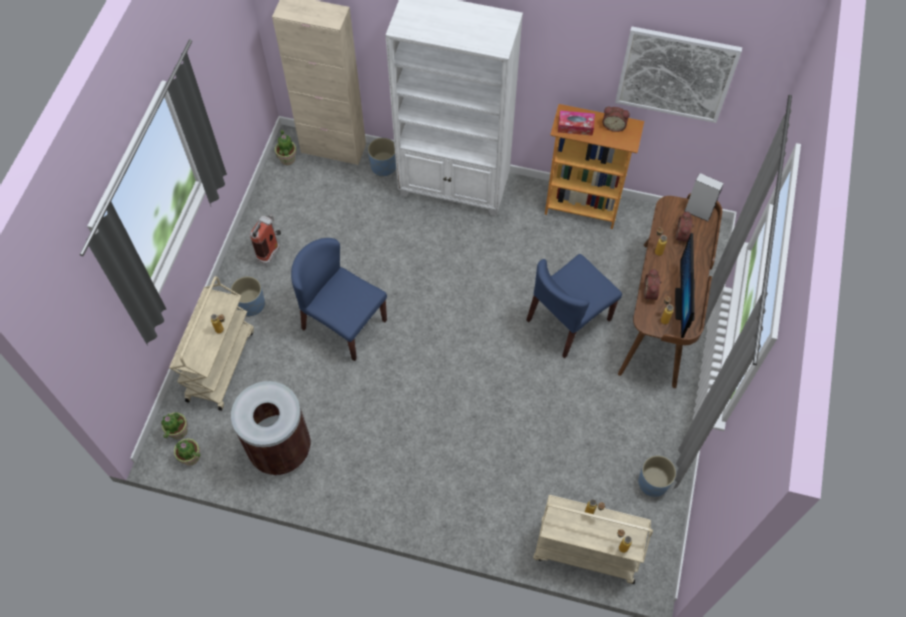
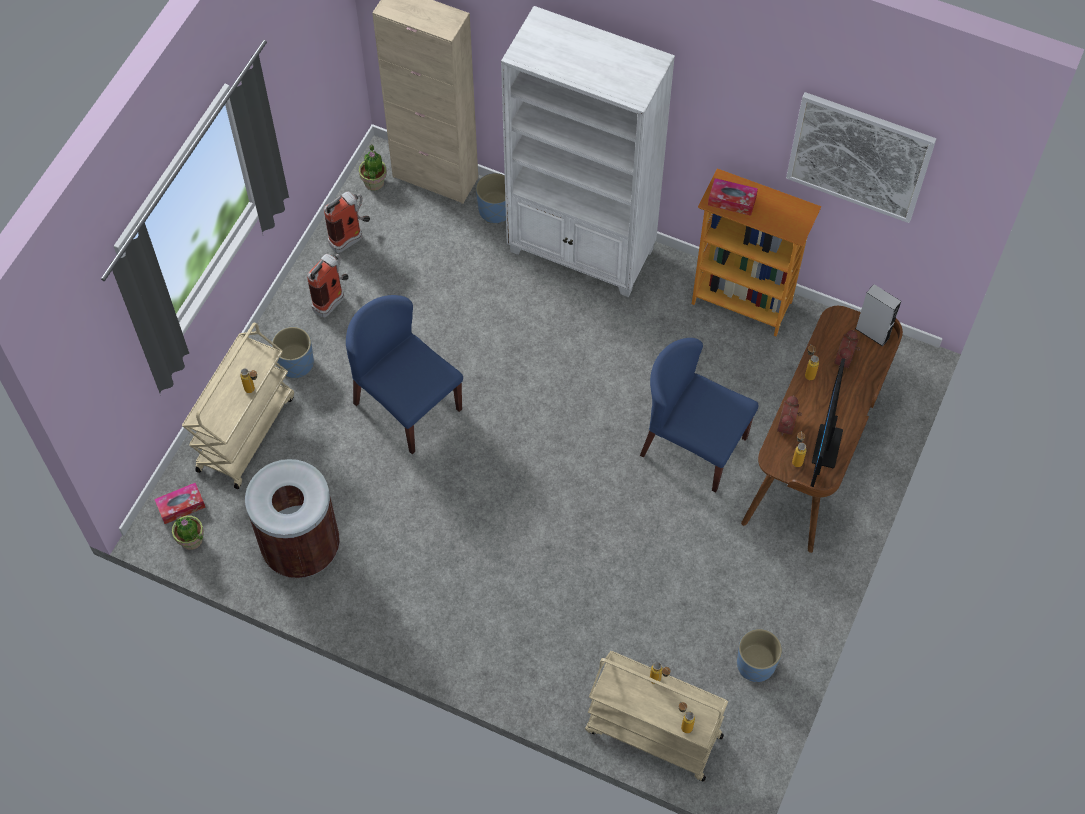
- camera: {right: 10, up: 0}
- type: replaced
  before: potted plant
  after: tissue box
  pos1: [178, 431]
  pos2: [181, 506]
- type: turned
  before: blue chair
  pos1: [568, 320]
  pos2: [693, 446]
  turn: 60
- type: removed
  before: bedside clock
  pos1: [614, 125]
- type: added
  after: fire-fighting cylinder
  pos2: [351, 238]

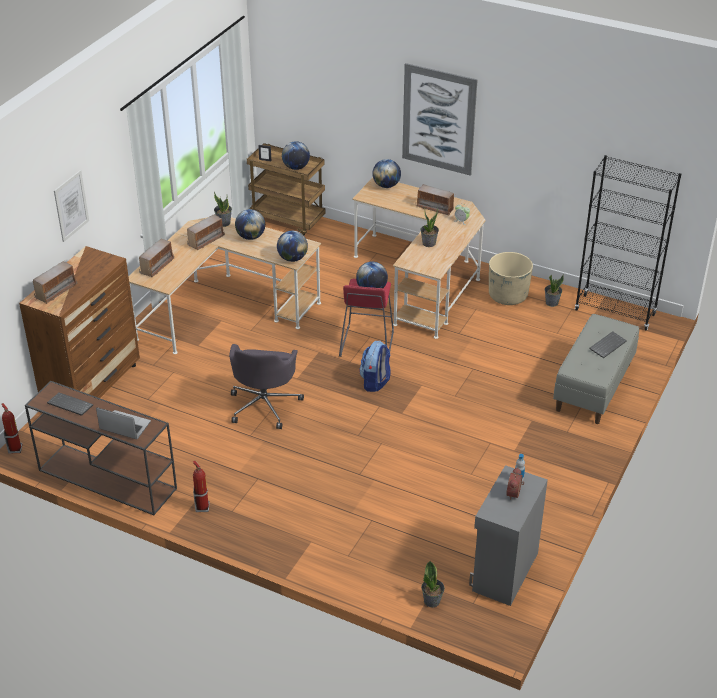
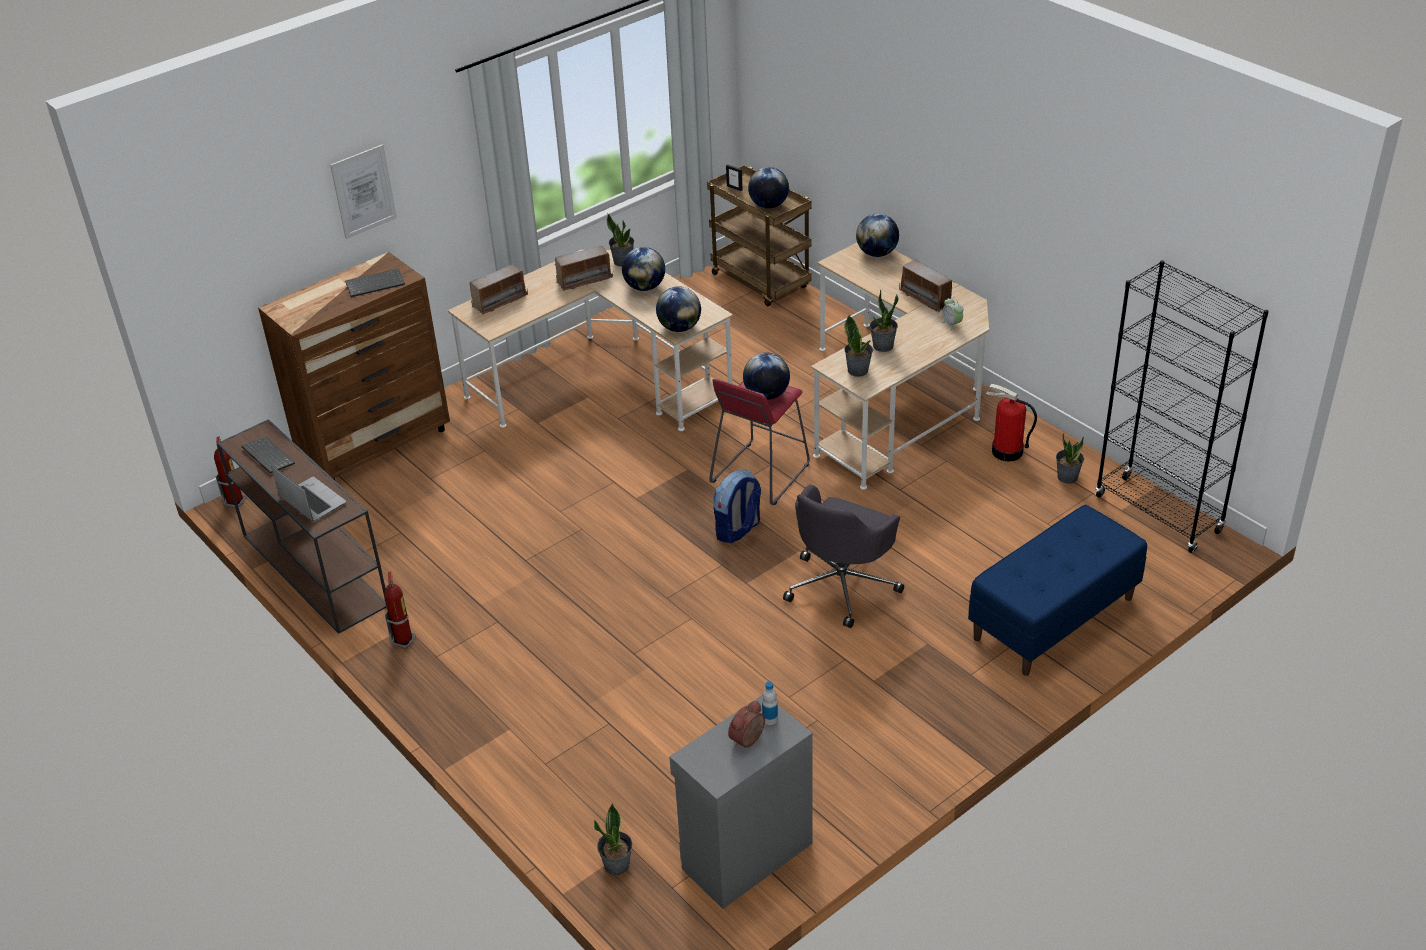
- camera: {right: 25, up: 0}
- type: removed
  before: radio
  pos1: [56, 291]
- type: moved
  before: grey office chair
  pos1: [264, 405]
  pos2: [842, 585]
- type: removed
  before: wall art
  pos1: [438, 119]
- type: replaced
  before: sand-coloured plant pot
  after: fire-fighting cylinder
  pos1: [508, 295]
  pos2: [1006, 452]
- type: recoloured
  before: grey long seat
  after: blue long seat
  pos1: [593, 387]
  pos2: [1053, 619]
- type: moved
  before: PC keyboard
  pos1: [607, 345]
  pos2: [376, 283]
- type: added
  after: potted plant
  pos2: [858, 370]

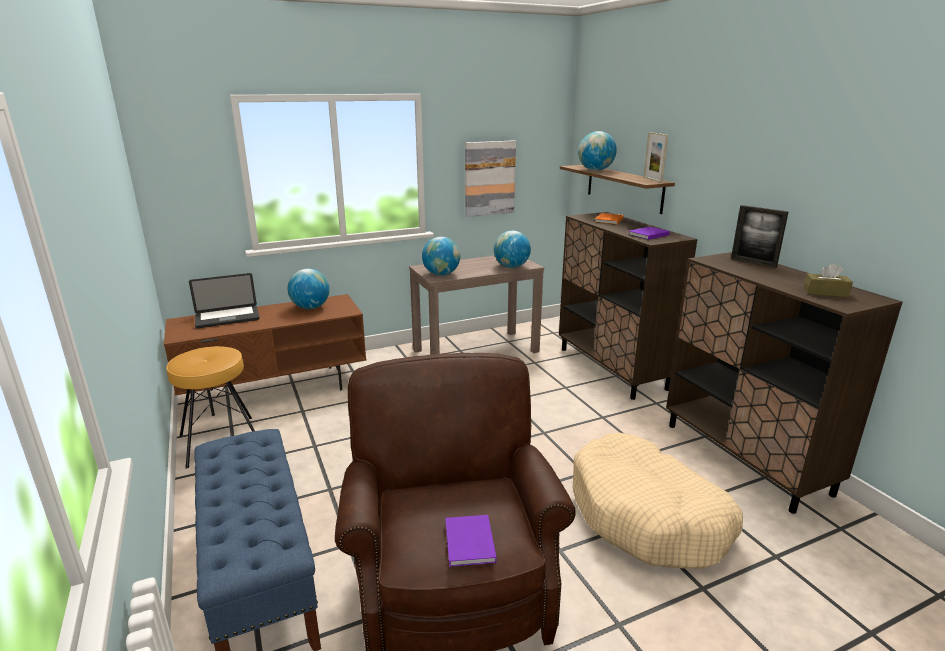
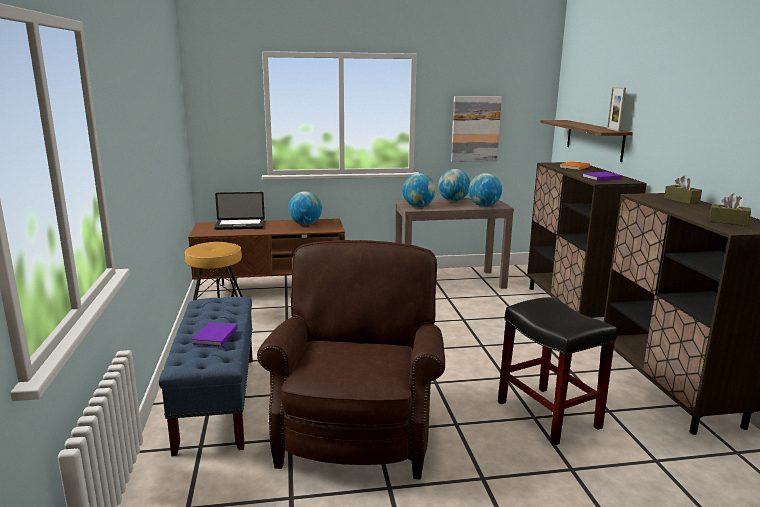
- camera: {right: 15, up: -5}
- type: moved
  before: purple-coloured volume
  pos1: [468, 544]
  pos2: [214, 336]
- type: replaced
  before: sand-coloured dog bed
  after: black stool seat
  pos1: [647, 516]
  pos2: [547, 414]
- type: moved
  before: world globe
  pos1: [595, 170]
  pos2: [453, 201]
- type: replaced
  before: picture frame
  after: brown-coloured tissue box
  pos1: [753, 263]
  pos2: [681, 200]

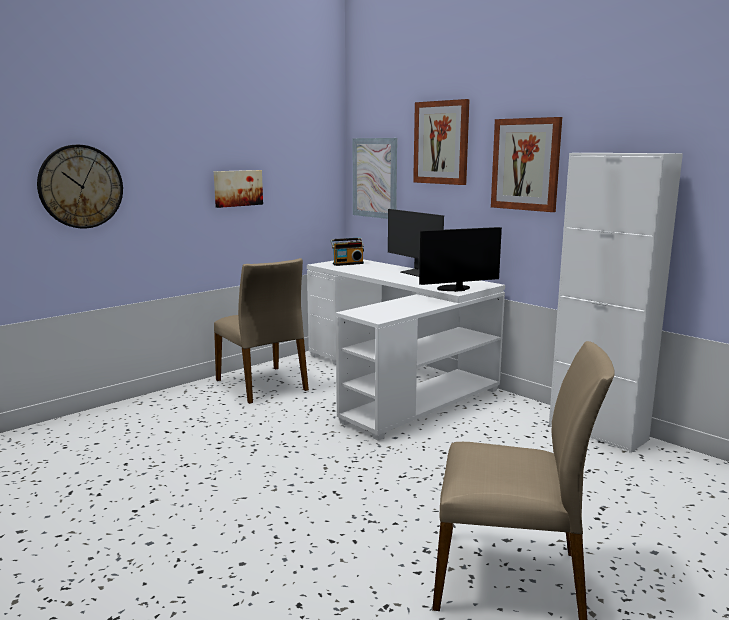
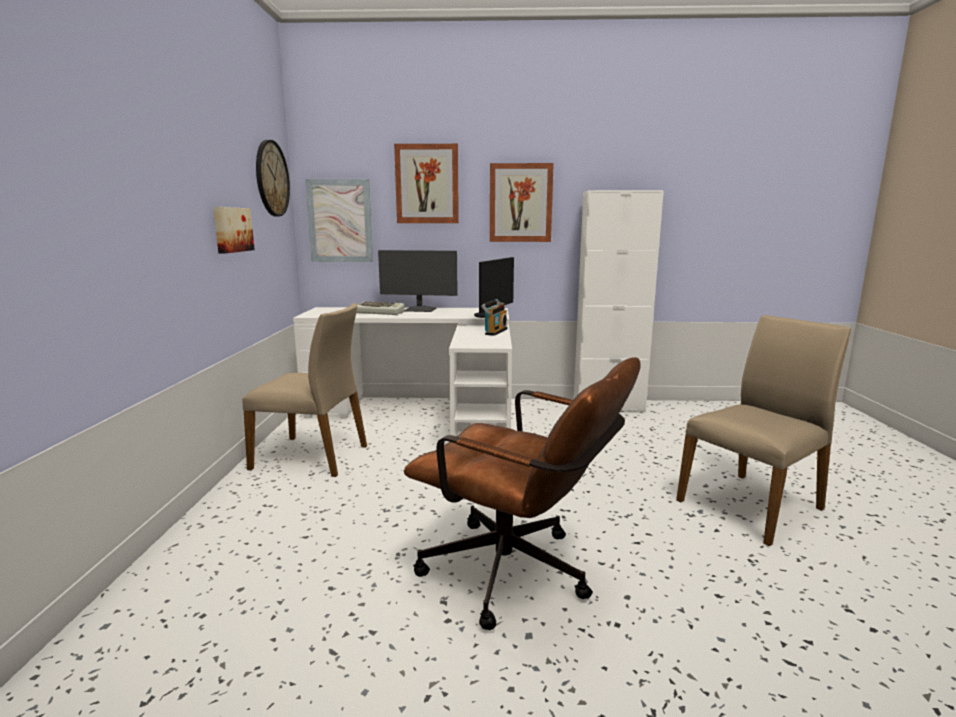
- camera: {right: -45, up: 0}
- type: moved
  before: hanging clock
  pos1: [81, 186]
  pos2: [271, 178]
- type: moved
  before: radio
  pos1: [347, 263]
  pos2: [494, 331]
- type: added
  after: PC keyboard
  pos2: [380, 312]
- type: added
  after: brown-coloured office chair
  pos2: [519, 576]

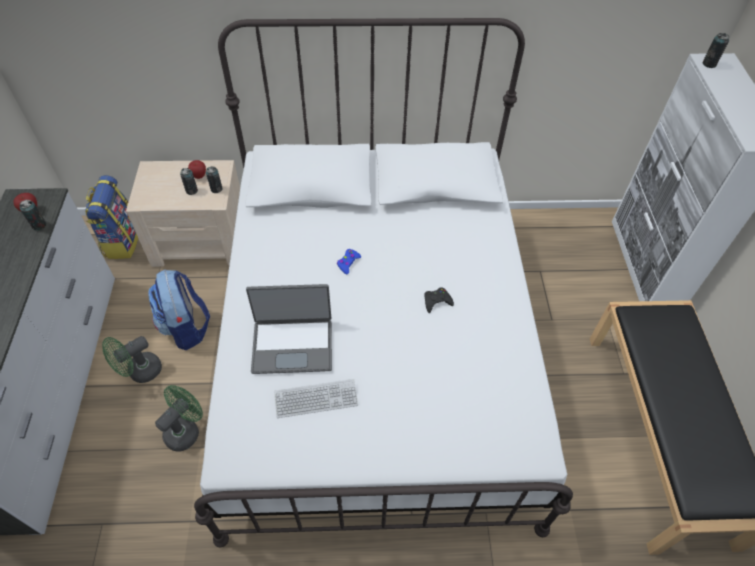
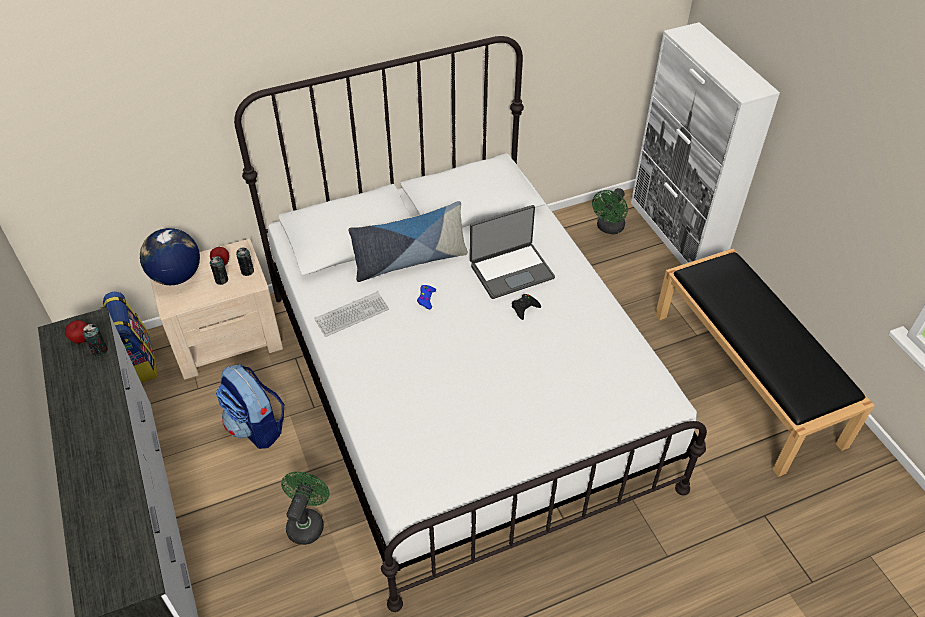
- camera: {right: -20, up: -5}
- type: moved
  before: green cooling fan
  pos1: [140, 372]
  pos2: [608, 228]
- type: moved
  before: portable computer
  pos1: [293, 345]
  pos2: [511, 270]
- type: moved
  before: PC keyboard
  pos1: [316, 399]
  pos2: [352, 315]
- type: removed
  before: can
  pos1: [709, 64]
- type: added
  after: world globe
  pos2: [176, 276]
- type: added
  after: cushion
  pos2: [410, 261]

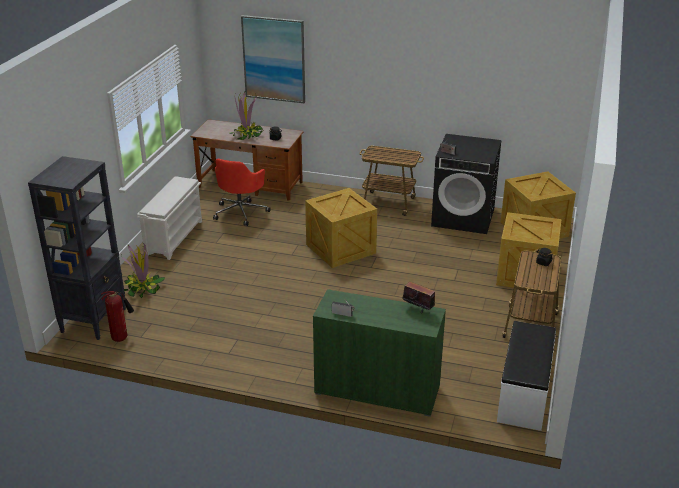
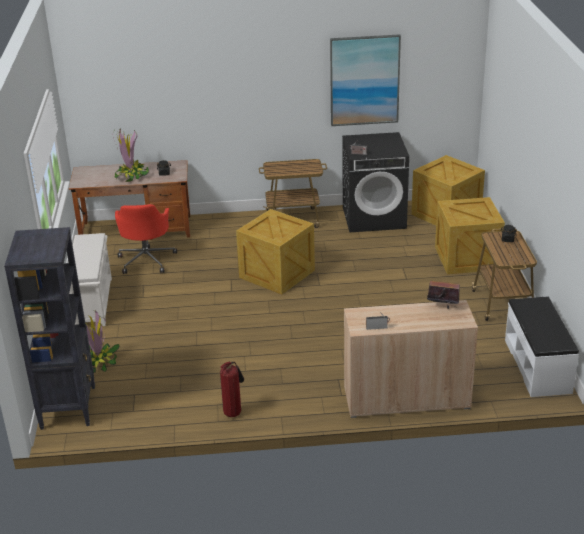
- camera: {right: -20, up: 0}
- type: moved
  before: fire-fighting cylinder
  pos1: [121, 338]
  pos2: [233, 412]
- type: moved
  before: wall art
  pos1: [274, 59]
  pos2: [364, 80]
- type: recoloured
  before: green cupboard
  after: sand-coloured cupboard
  pos1: [377, 390]
  pos2: [406, 398]

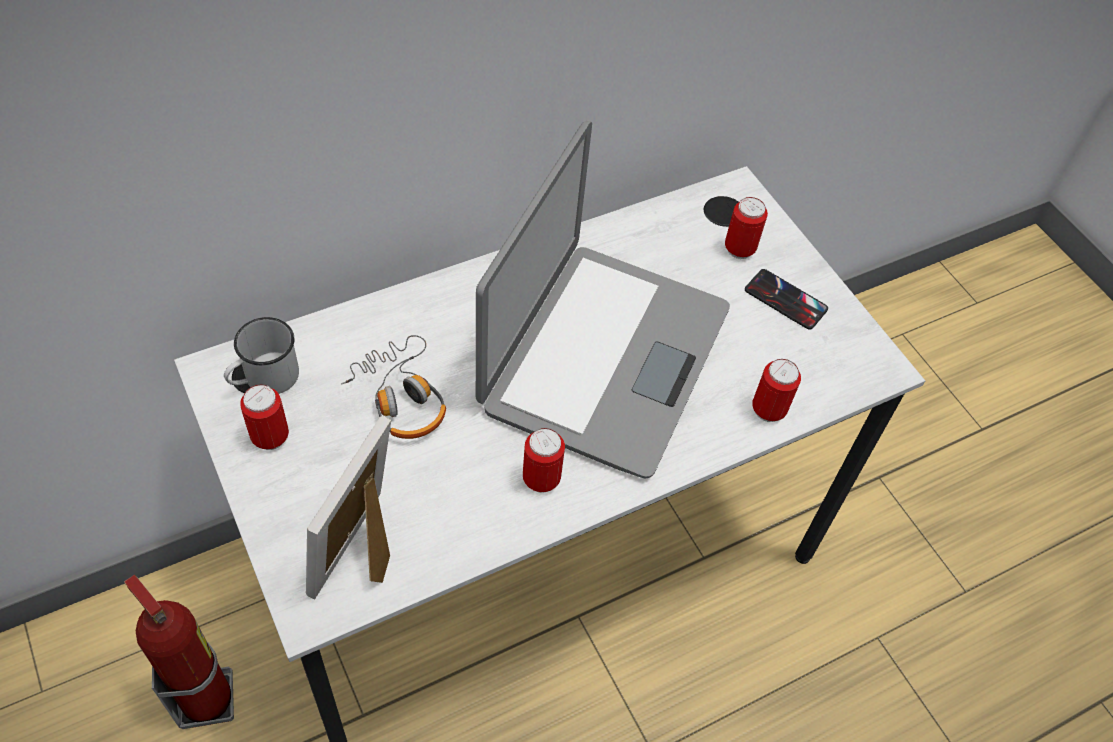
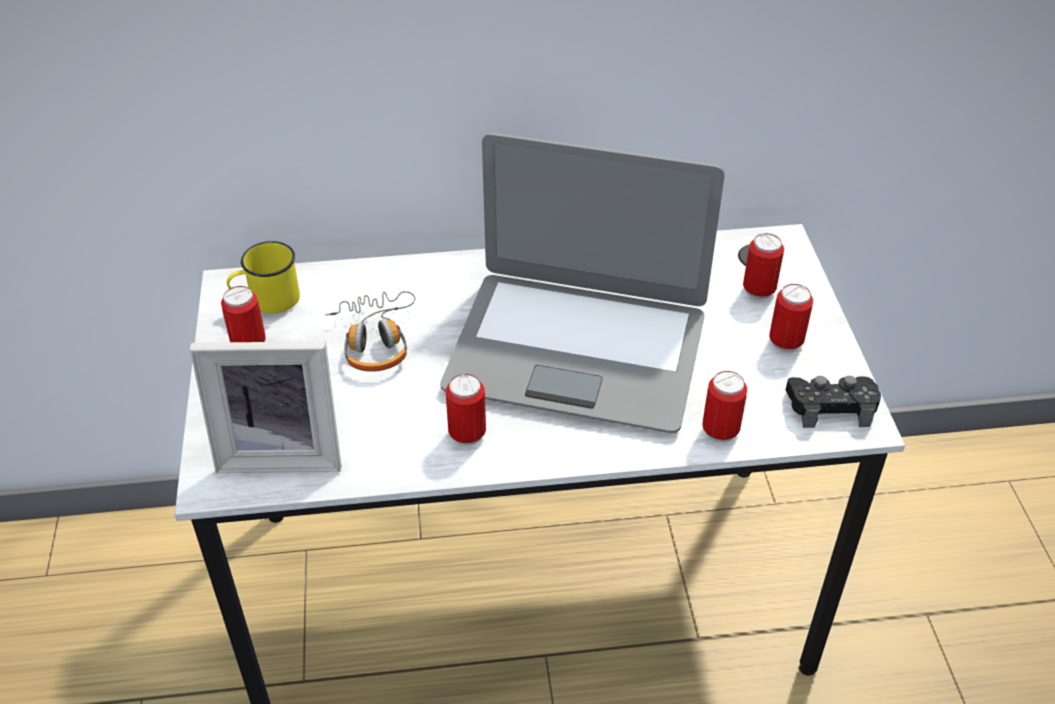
- camera: {right: 25, up: -10}
- type: removed
  before: fire-fighting cylinder
  pos1: [207, 698]
- type: recoloured
  before: white-coloured tea mug
  after: yellow tea mug
  pos1: [264, 379]
  pos2: [267, 300]
- type: turned
  before: picture frame
  pos1: [366, 553]
  pos2: [281, 452]
  turn: -135
- type: turned
  before: portable computer
  pos1: [603, 357]
  pos2: [577, 350]
  turn: 60
- type: replaced
  before: telephone
  after: can
  pos1: [785, 300]
  pos2: [785, 342]
- type: added
  after: black game controller
  pos2: [831, 406]

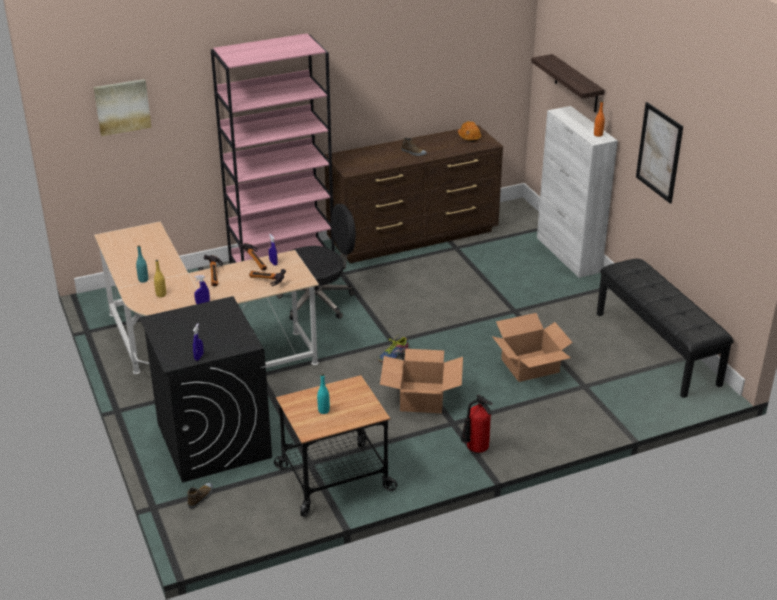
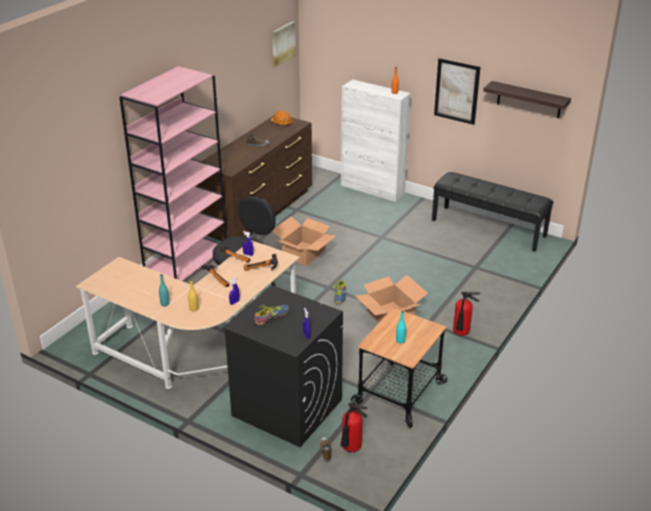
- camera: {right: -35, up: 0}
- type: moved
  before: wall art
  pos1: [122, 106]
  pos2: [282, 43]
- type: moved
  before: packing box
  pos1: [530, 366]
  pos2: [304, 253]
- type: moved
  before: shelf
  pos1: [576, 84]
  pos2: [529, 100]
- type: added
  after: item of footwear
  pos2: [271, 317]
- type: added
  after: fire-fighting cylinder
  pos2: [351, 449]

